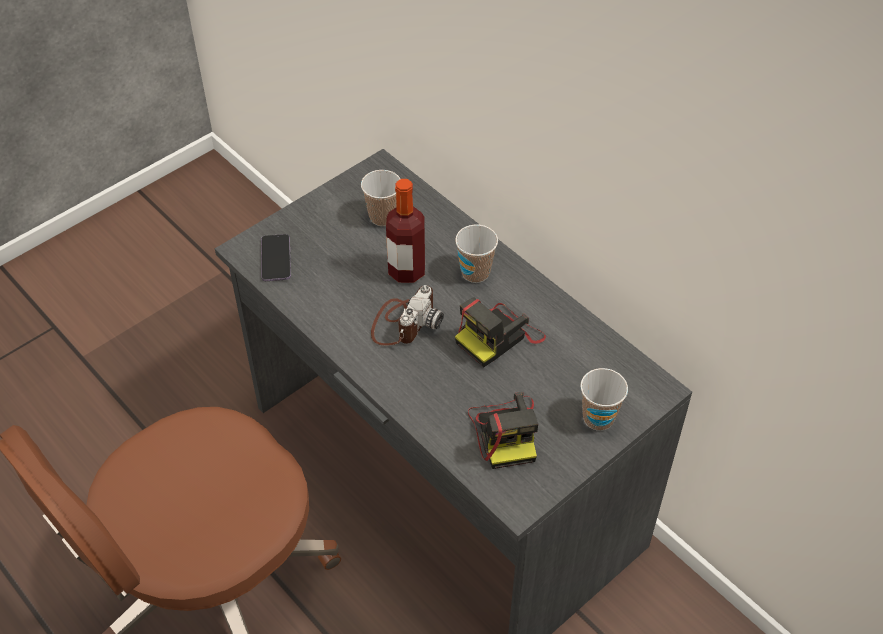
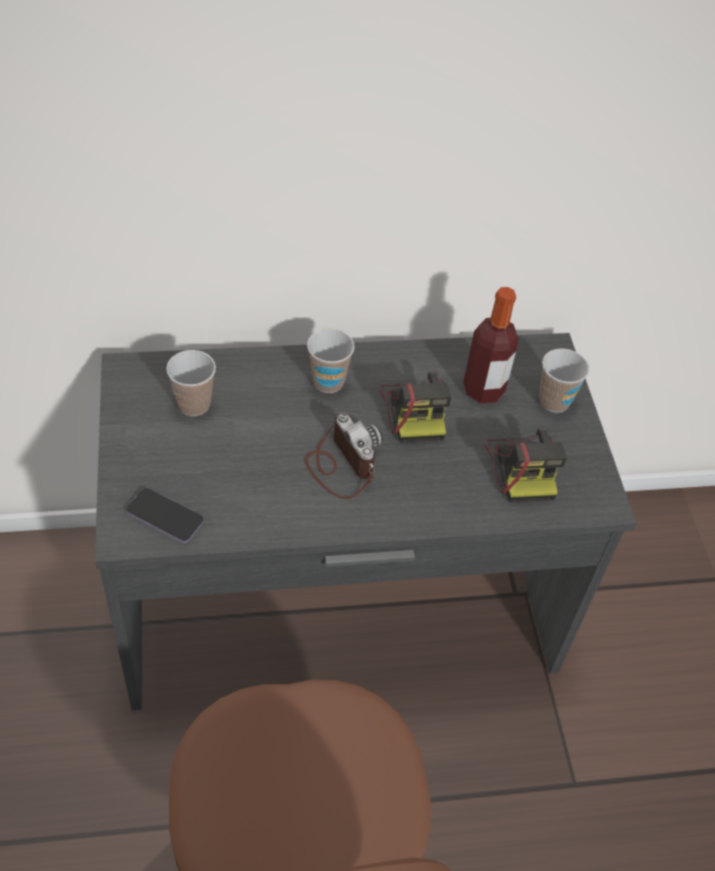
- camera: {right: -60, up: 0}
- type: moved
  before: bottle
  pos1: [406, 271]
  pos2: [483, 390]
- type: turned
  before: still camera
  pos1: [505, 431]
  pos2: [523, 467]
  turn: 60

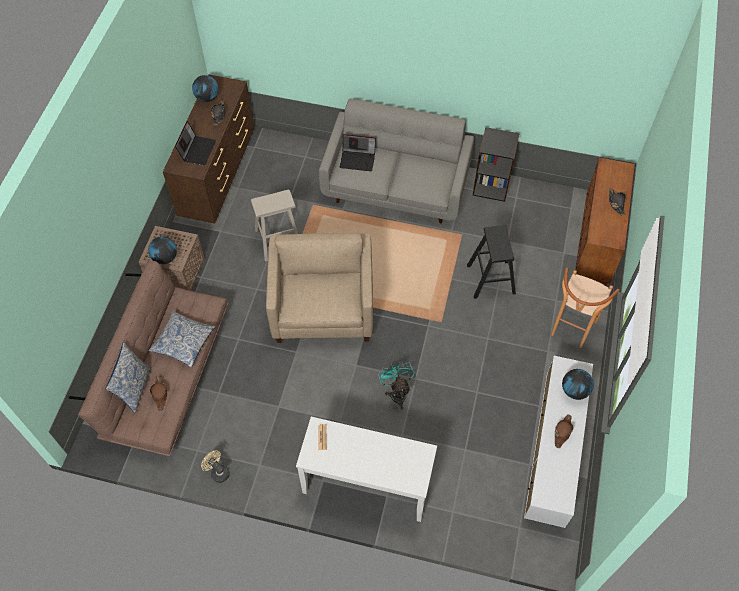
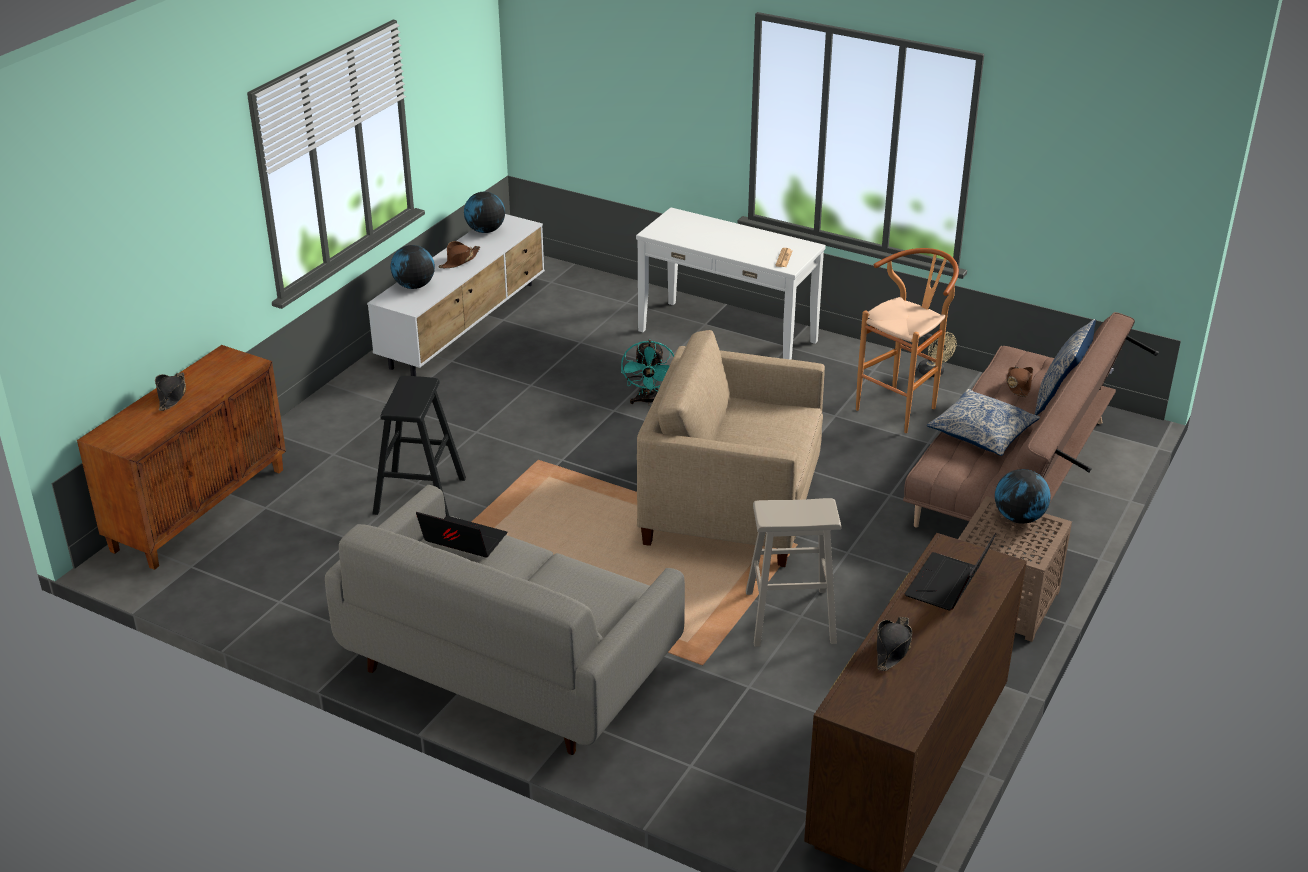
- camera: {right: -165, up: -25}
- type: moved
  before: world globe
  pos1: [207, 98]
  pos2: [485, 231]
- type: turned
  before: sand-coloured lounge chair
  pos1: [323, 308]
  pos2: [731, 507]
  turn: 90
- type: moved
  before: portable computer
  pos1: [358, 159]
  pos2: [462, 541]
- type: removed
  before: black bookcase
  pos1: [491, 185]
- type: moved
  before: brown-coloured stool seat
  pos1: [570, 331]
  pos2: [902, 407]

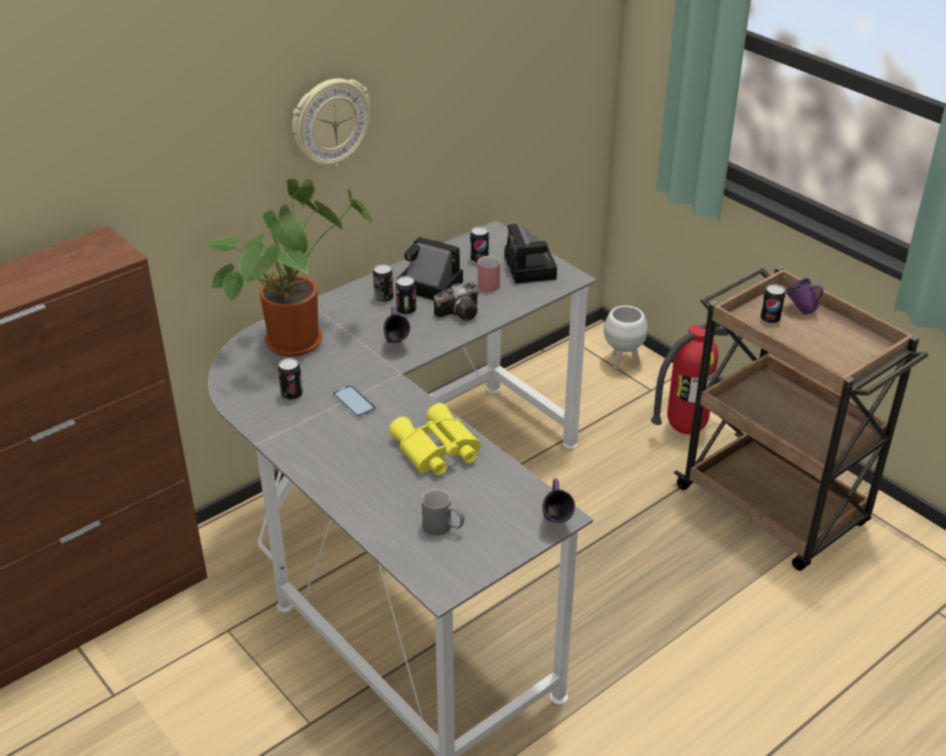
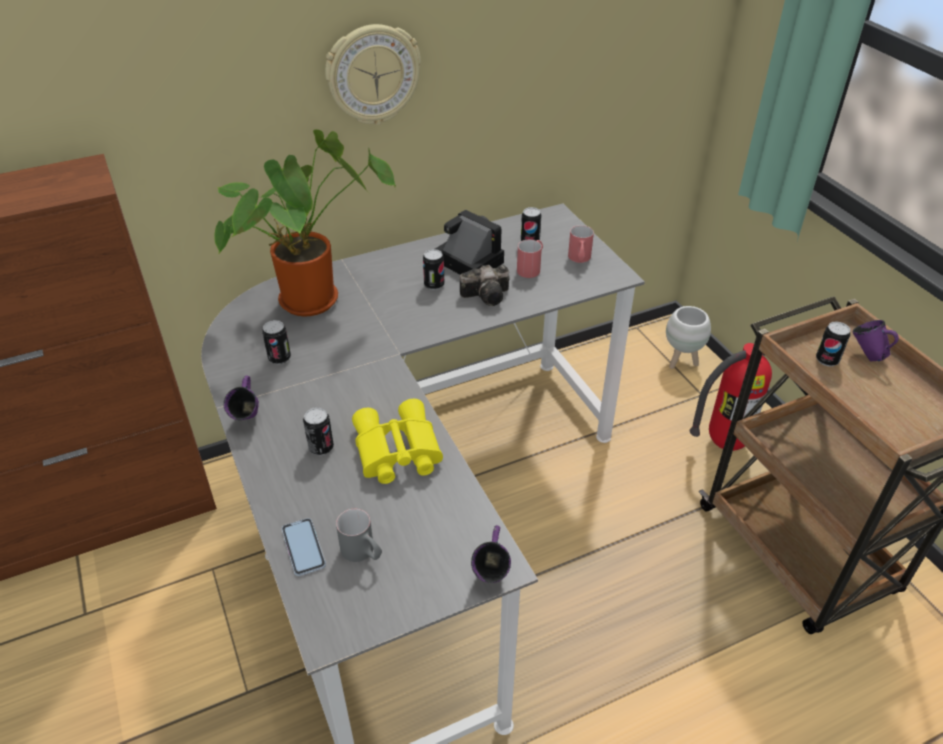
- camera: {right: 15, up: 5}
- type: moved
  before: telephone
  pos1: [354, 402]
  pos2: [303, 547]
- type: moved
  before: can
  pos1: [384, 298]
  pos2: [321, 447]
- type: moved
  before: purple-coloured tea mug
  pos1: [396, 345]
  pos2: [248, 420]
- type: replaced
  before: still camera
  after: reddish tea mug
  pos1: [531, 269]
  pos2: [579, 260]

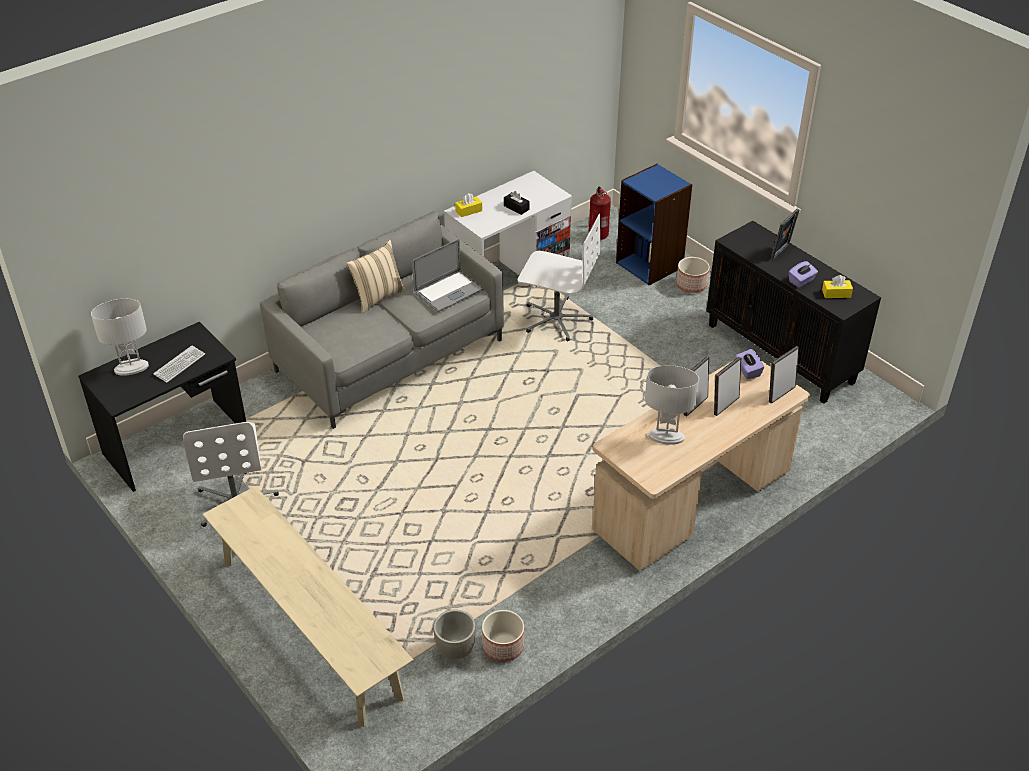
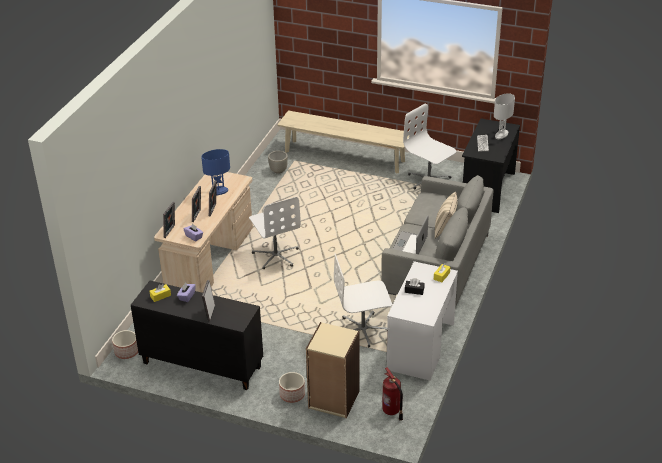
- camera: {right: 150, up: -5}
- type: moved
  before: plant pot
  pos1: [503, 646]
  pos2: [126, 352]
- type: recoloured
  before: blue bookcase
  after: sand-coloured bookcase
  pos1: [650, 264]
  pos2: [333, 400]
- type: recoloured
  before: white-coloured tabletop lamp
  after: blue tabletop lamp
  pos1: [666, 437]
  pos2: [218, 191]
- type: added
  after: white-coloured office chair
  pos2: [276, 255]

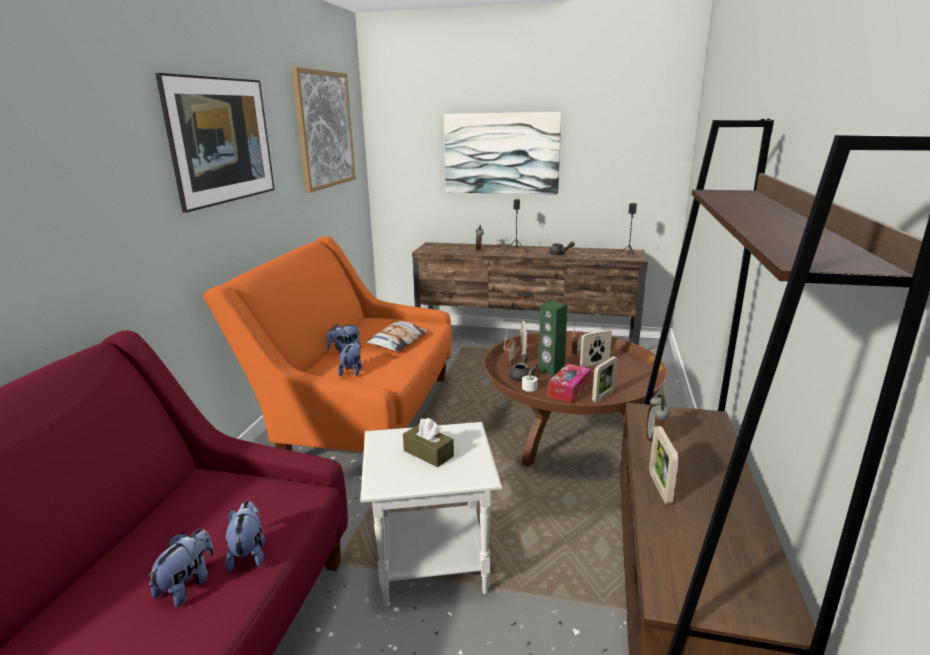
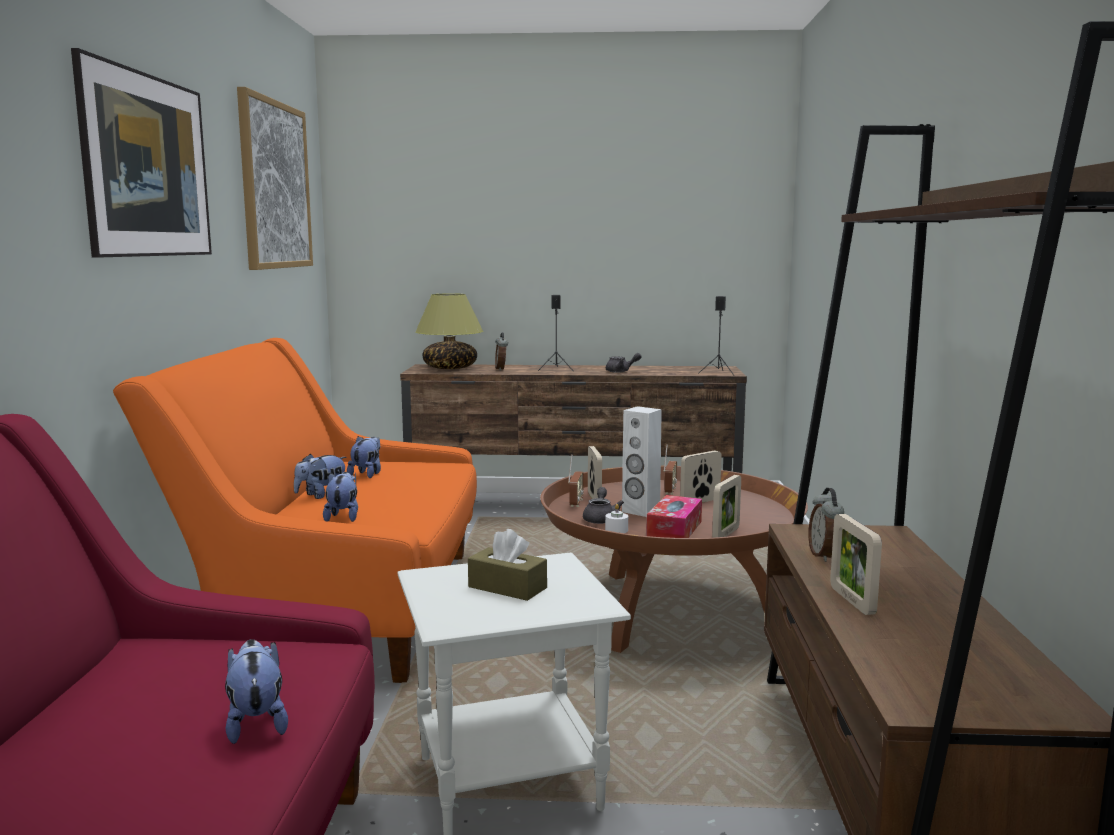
- camera: {right: -10, up: -10}
- type: moved
  before: plush toy
  pos1: [188, 584]
  pos2: [367, 474]
- type: removed
  before: cushion
  pos1: [398, 341]
- type: removed
  before: wall art
  pos1: [501, 153]
- type: recoloured
  before: green audio speaker
  after: white-coloured audio speaker
  pos1: [551, 370]
  pos2: [640, 511]
- type: added
  after: tabletop lamp
  pos2: [450, 368]

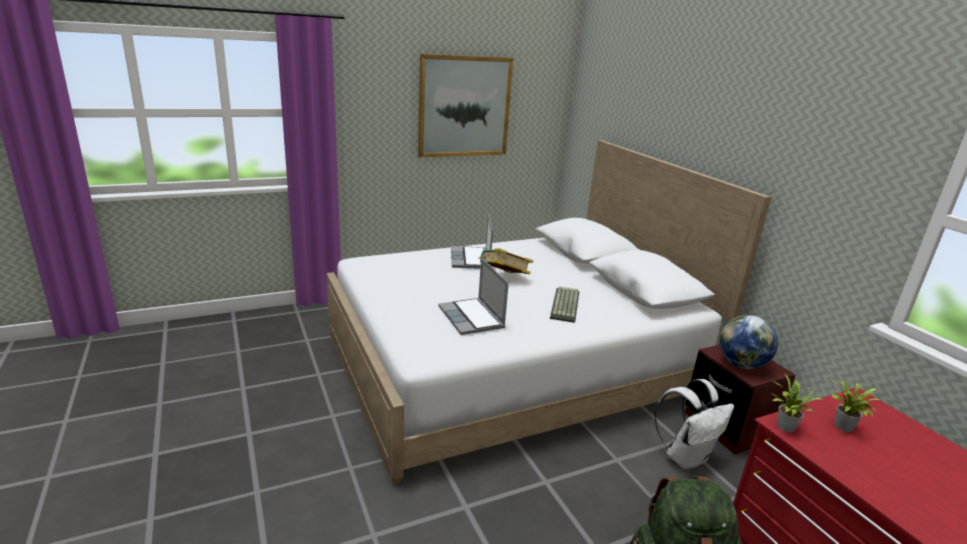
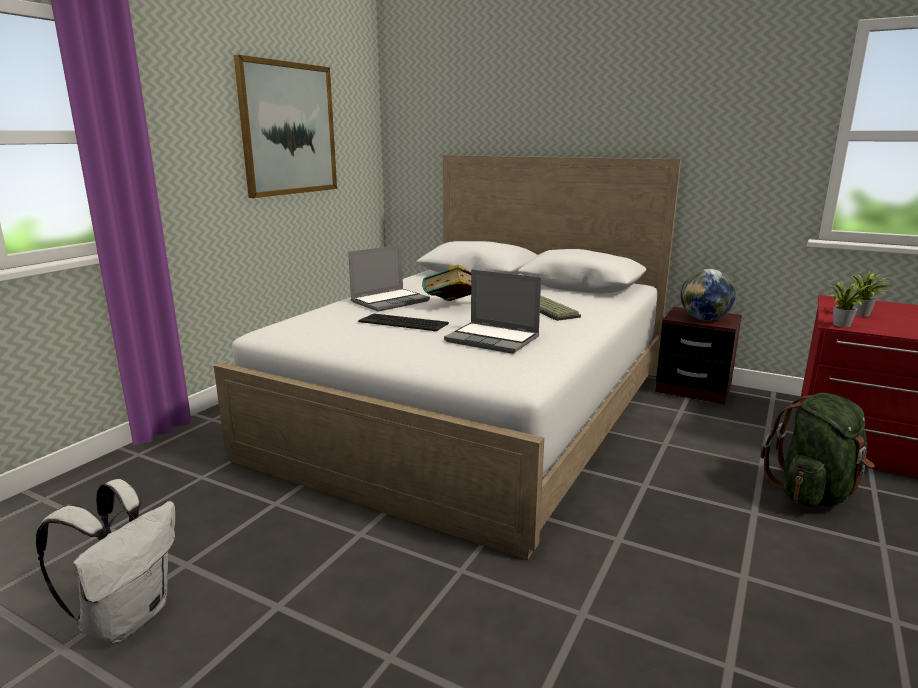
- camera: {right: -35, up: -5}
- type: turned
  before: portable computer
  pos1: [471, 259]
  pos2: [390, 301]
  turn: -90
- type: moved
  before: white-coloured rucksack
  pos1: [686, 456]
  pos2: [127, 617]
- type: added
  after: PC keyboard
  pos2: [403, 323]

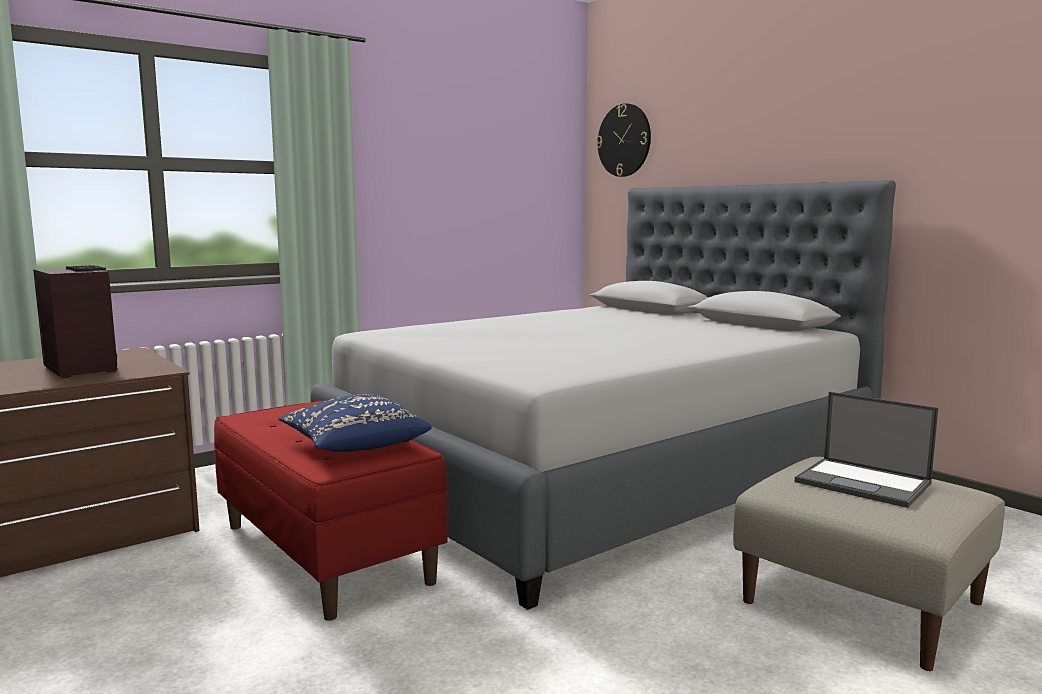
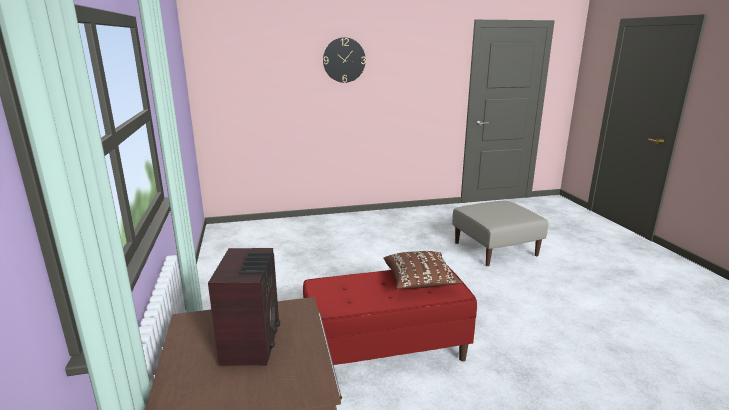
- camera: {right: -65, up: 10}
- type: turned
  before: radio
  pos1: [81, 368]
  pos2: [253, 342]
  turn: 105
- type: recoloured
  before: blue cushion
  after: brown-coloured cushion
  pos1: [354, 446]
  pos2: [420, 282]
- type: removed
  before: grey bedroom bed
  pos1: [597, 475]
- type: moved
  before: hanging clock
  pos1: [624, 140]
  pos2: [344, 60]
- type: removed
  before: portable computer
  pos1: [864, 483]

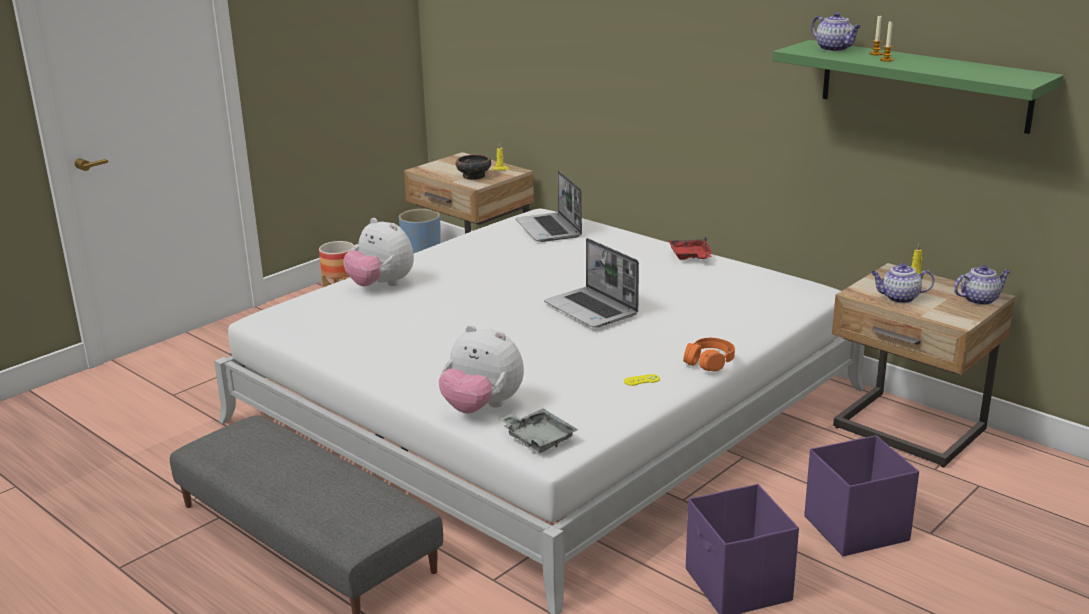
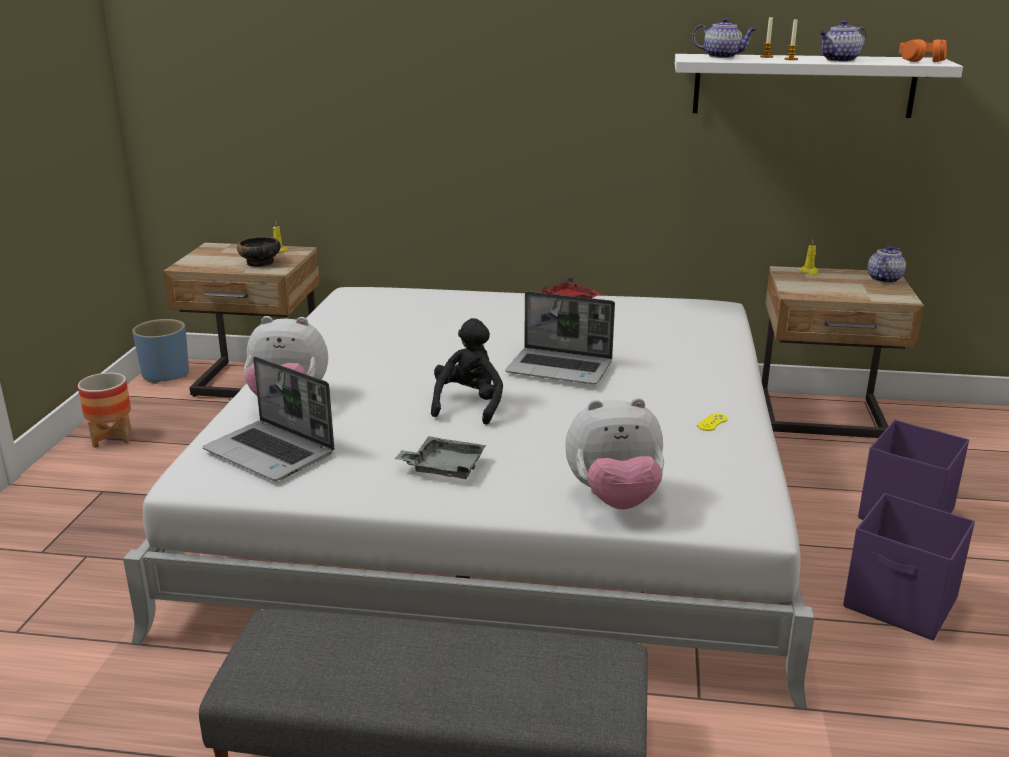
- camera: {right: -35, up: 0}
- type: moved
  before: grey carrying tray
  pos1: [538, 438]
  pos2: [444, 467]
- type: moved
  before: portable computer
  pos1: [549, 229]
  pos2: [271, 453]
- type: moved
  before: orangey pair of headphones
  pos1: [709, 362]
  pos2: [921, 60]
- type: recoloured
  before: green shelf
  after: white-coloured shelf
  pos1: [924, 85]
  pos2: [803, 85]
- type: moved
  before: tea pot
  pos1: [899, 298]
  pos2: [839, 60]
- type: added
  after: black plush toy
  pos2: [469, 405]

